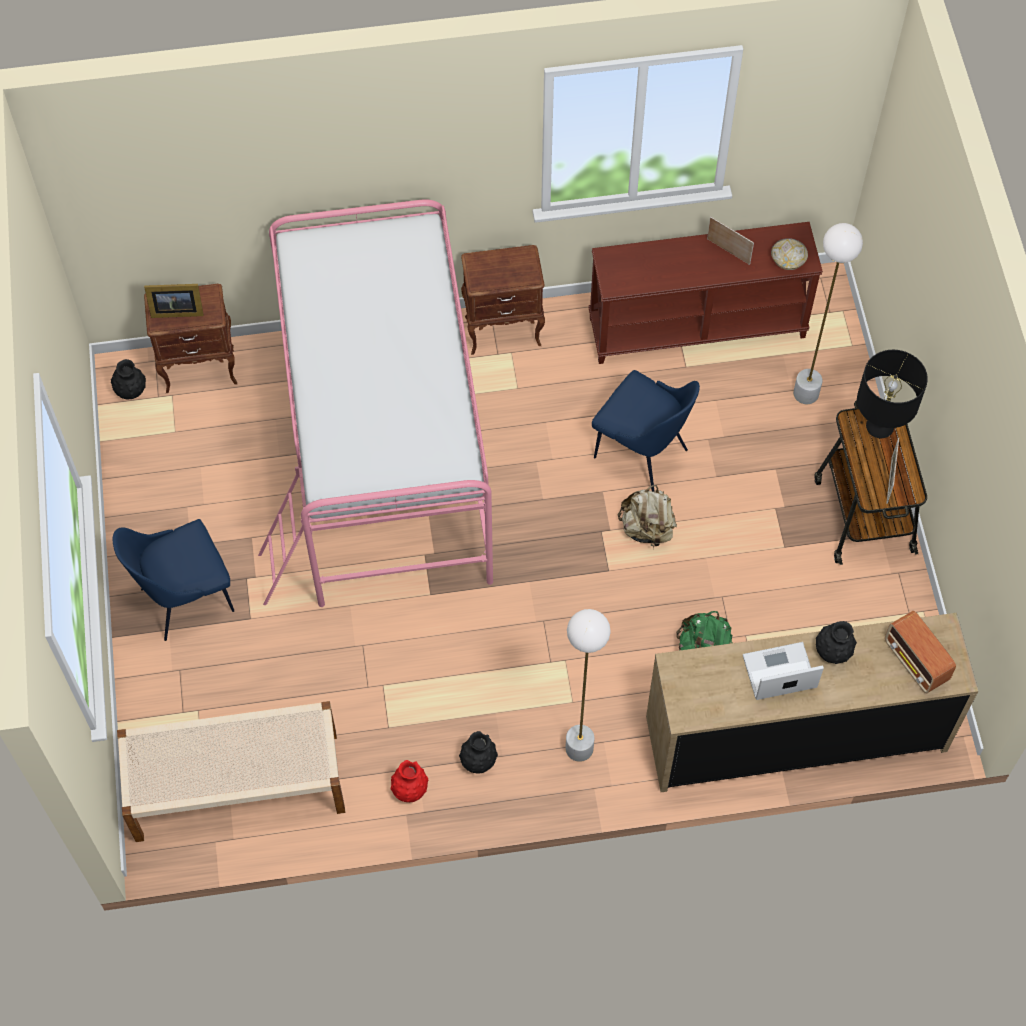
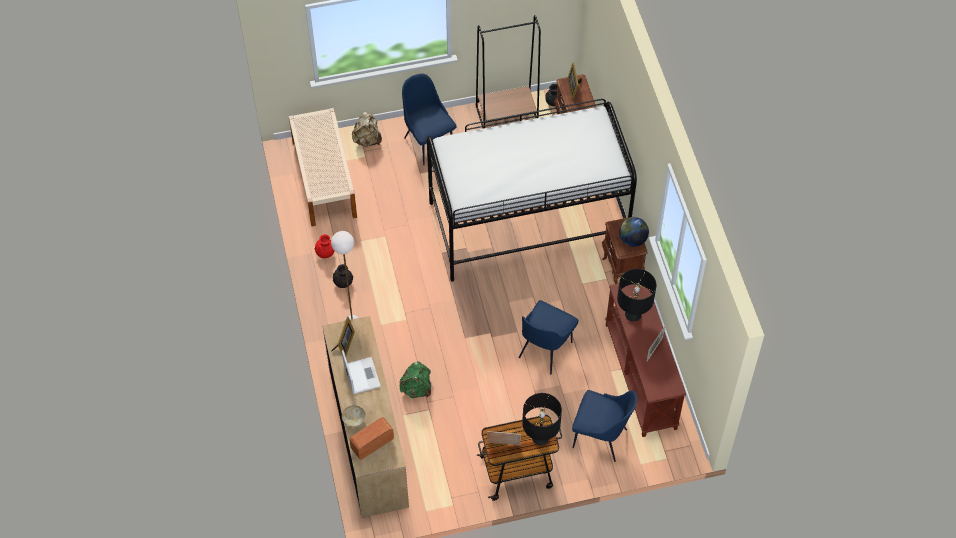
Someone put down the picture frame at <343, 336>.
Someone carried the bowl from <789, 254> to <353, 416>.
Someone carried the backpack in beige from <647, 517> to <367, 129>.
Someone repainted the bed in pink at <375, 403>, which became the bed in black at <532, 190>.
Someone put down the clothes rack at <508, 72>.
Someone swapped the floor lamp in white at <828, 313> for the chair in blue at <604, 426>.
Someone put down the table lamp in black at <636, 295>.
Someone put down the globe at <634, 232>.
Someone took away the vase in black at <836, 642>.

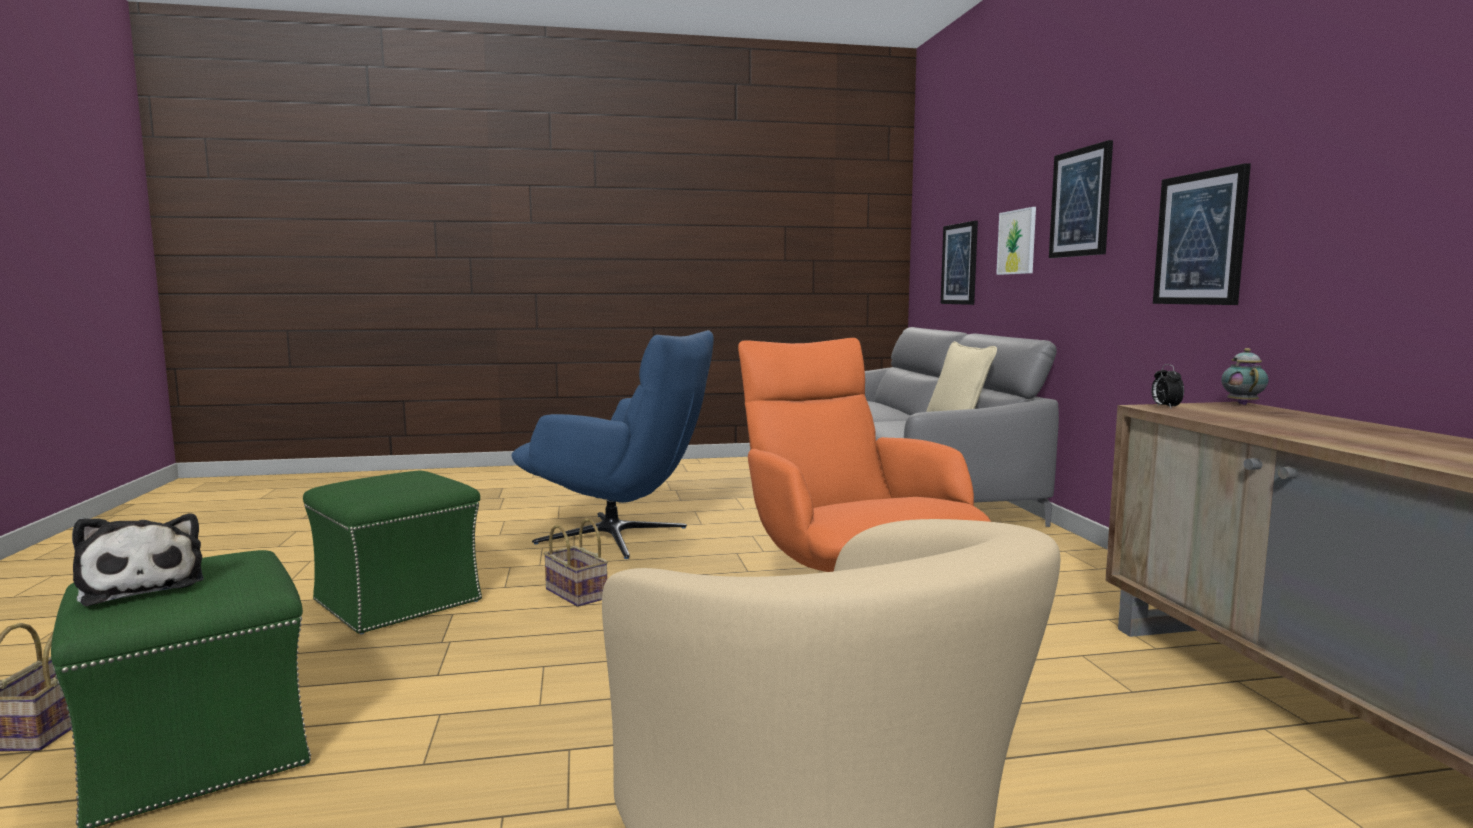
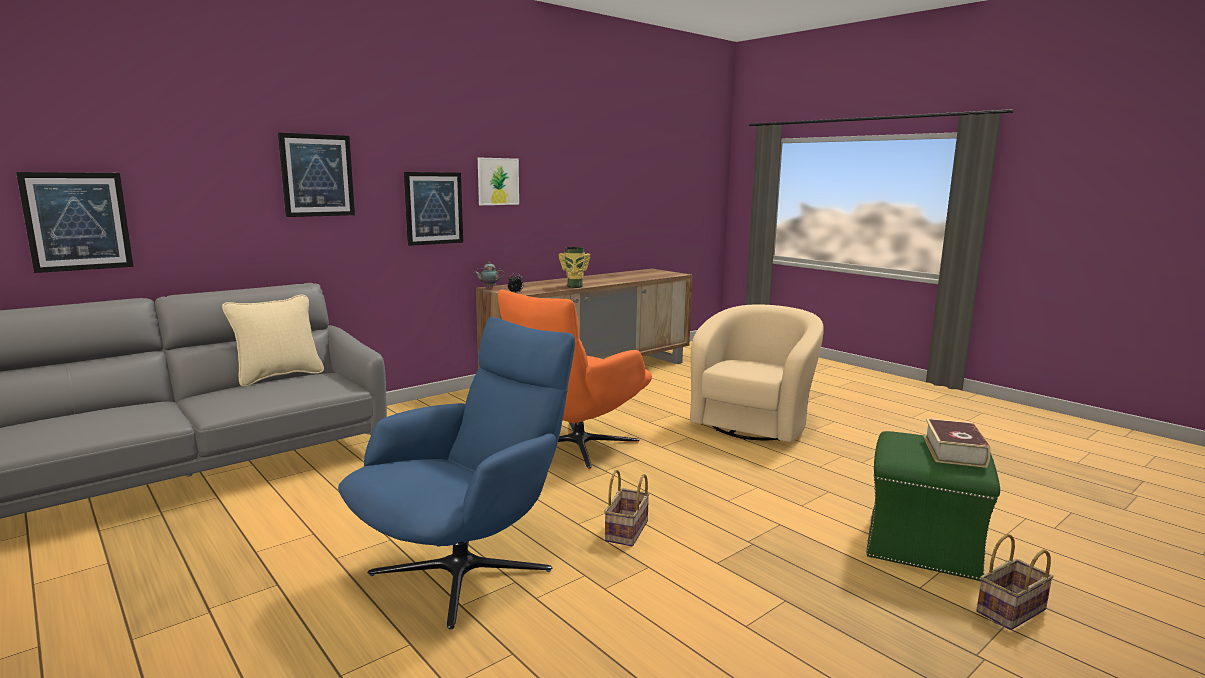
Someone rotated the armchair in blue at <613, 444> by 45 degrees clockwise.
Someone carried the picture from <1016, 241> to <498, 181>.
Someone put down the vase at <574, 267>.
Someone swapped the plush toy at <138, 559> for the book at <957, 443>.
Someone took away the ottoman in green at <392, 552>.

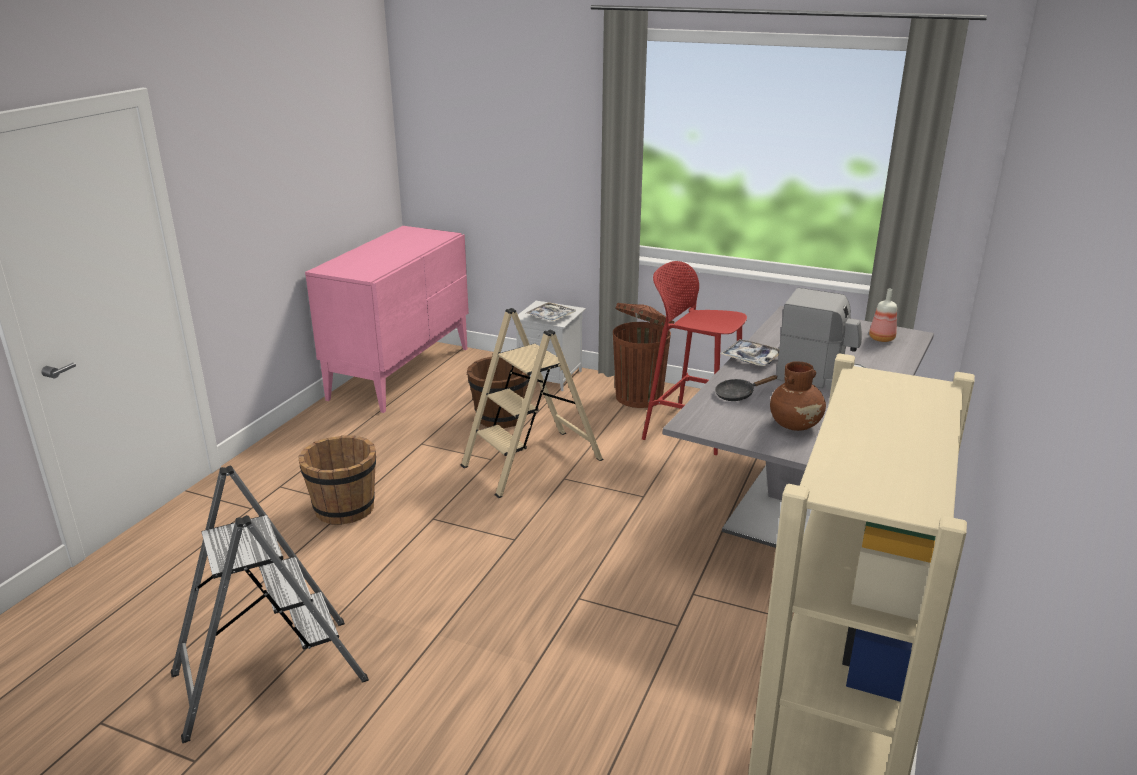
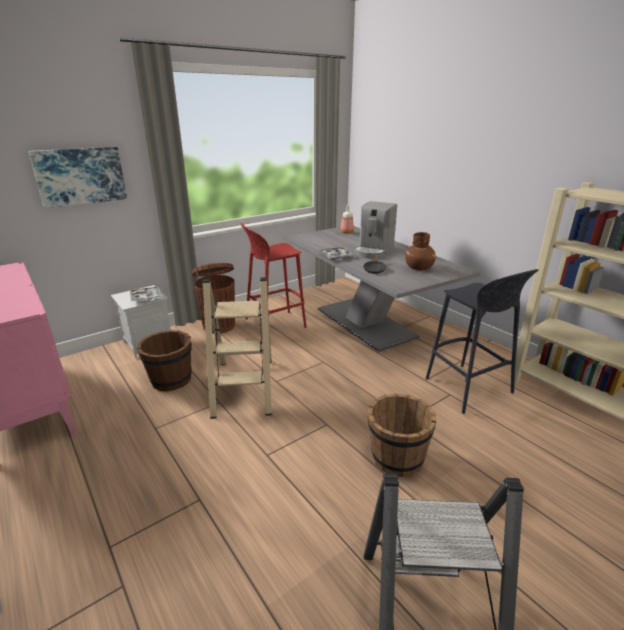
Someone put up the picture at <78, 177>.
Someone rotated the coffee machine at <821, 339> by 150 degrees clockwise.
Someone carried the bucket in brown from <337, 480> to <402, 435>.
Someone put down the stool in grey at <482, 341>.

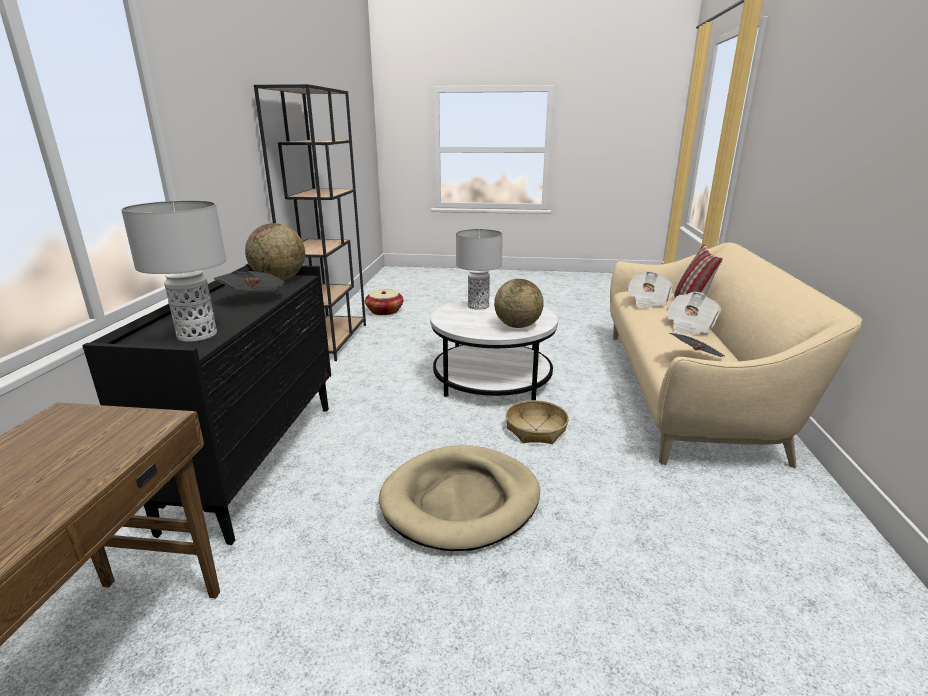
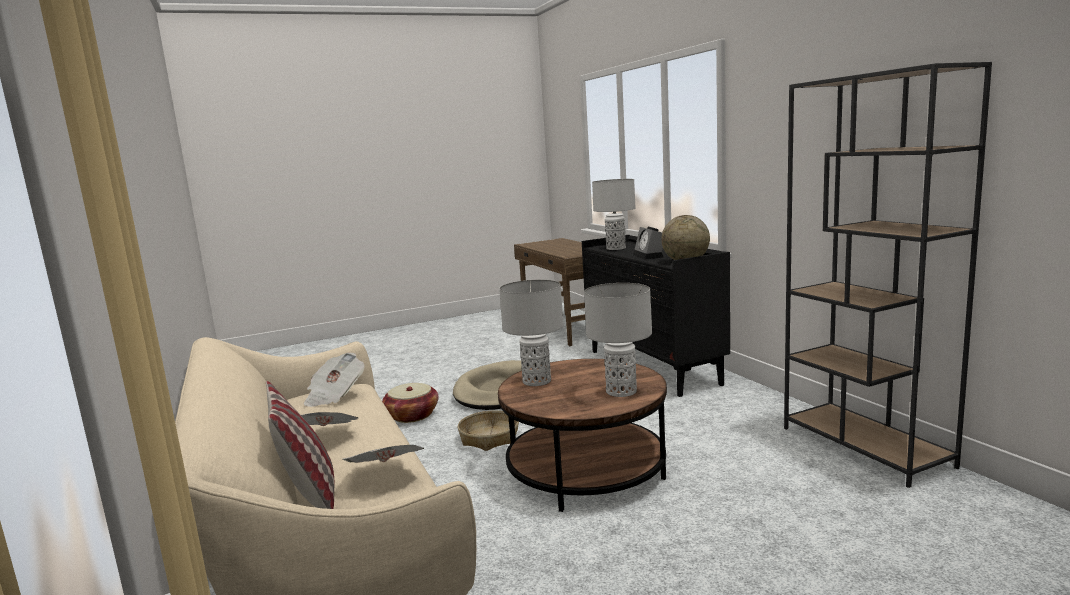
Someone carried the basket from <384, 302> to <410, 403>.
Someone repainted the coffee table in white at <494, 348>, which became the coffee table in brown at <582, 435>.
Someone swapped the globe at <519, 303> for the table lamp in white at <531, 333>.
Someone swapped the newspaper at <249, 281> for the alarm clock at <648, 243>.

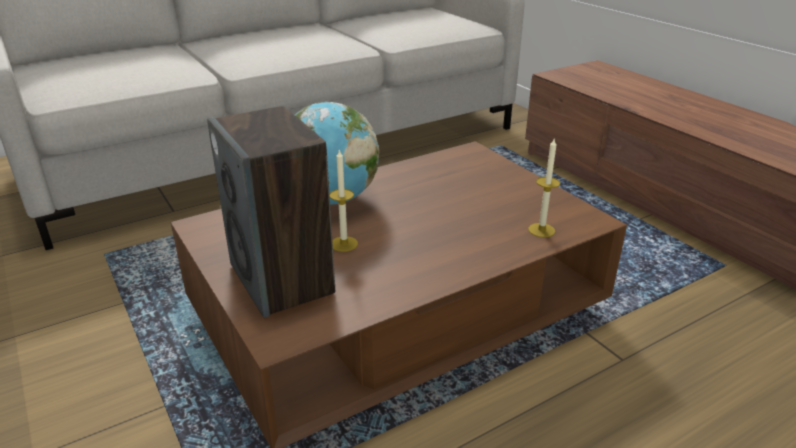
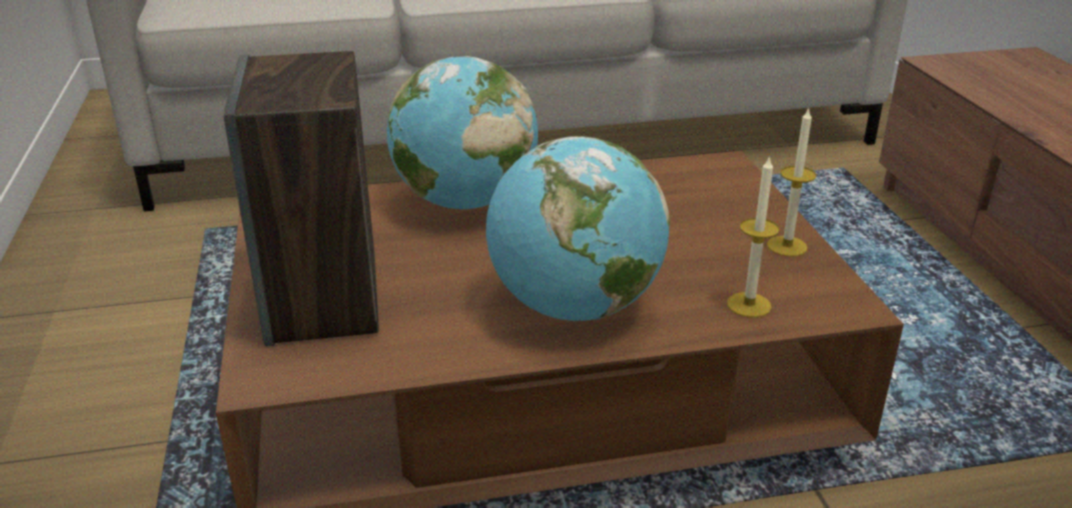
Someone put down the globe at <578, 228>.
Someone carried the candle from <344, 200> to <791, 182>.

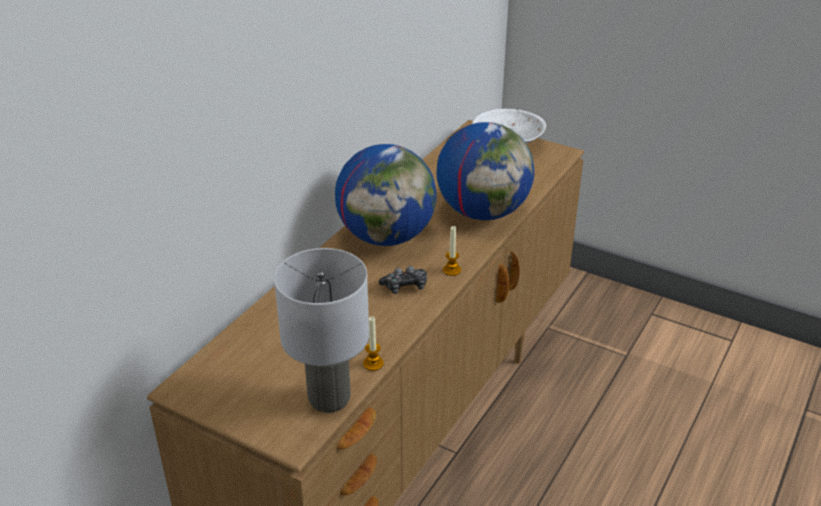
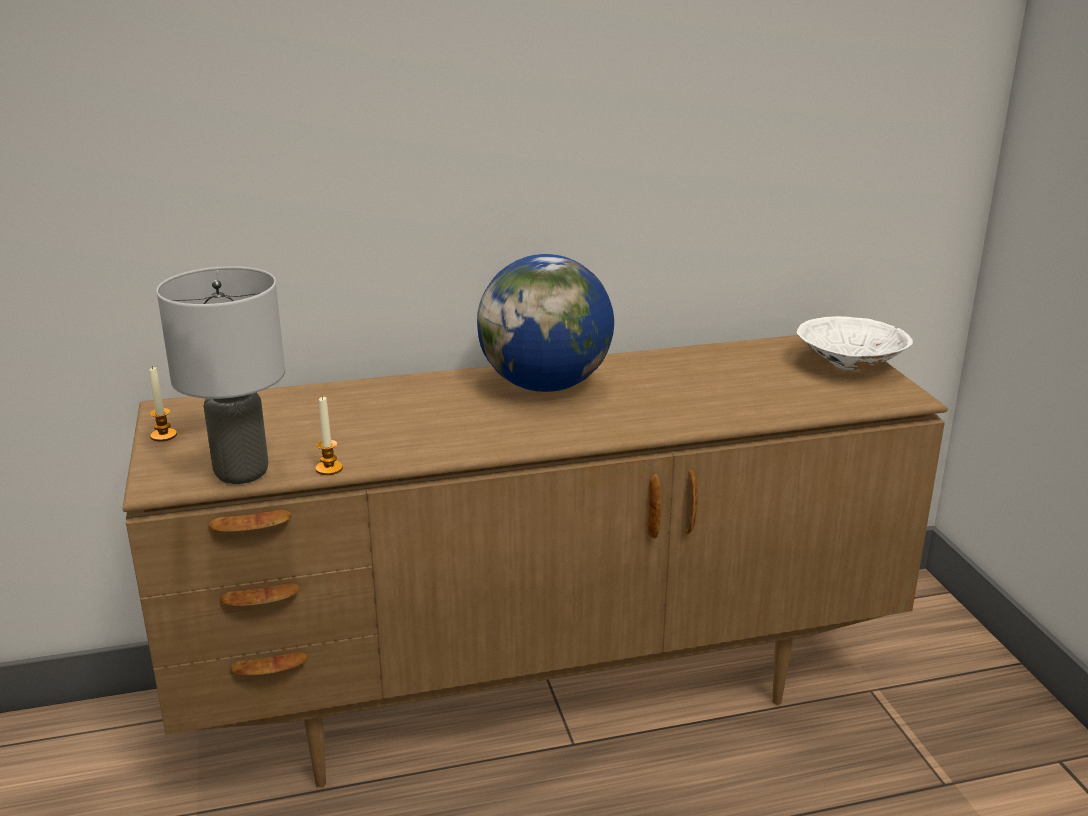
Someone carried the candle from <452, 251> to <163, 404>.
Someone took away the game controller at <403, 280>.
Someone took away the globe at <485, 171>.

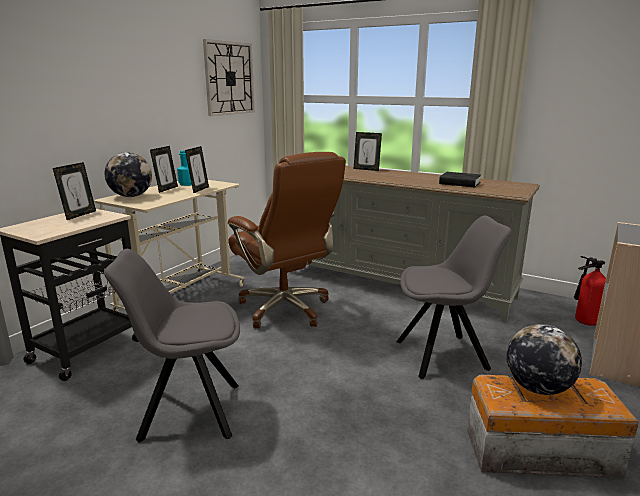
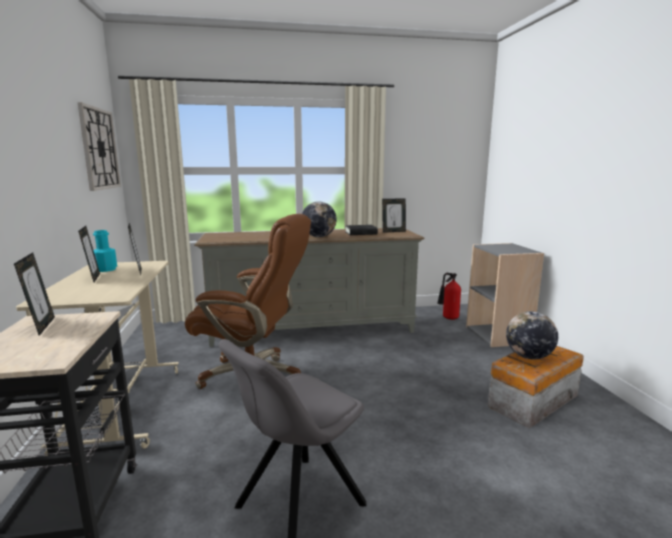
Someone carried the globe from <128, 174> to <319, 219>.
Someone carried the picture frame from <368, 151> to <394, 215>.
Someone took away the chair in grey at <454, 297>.

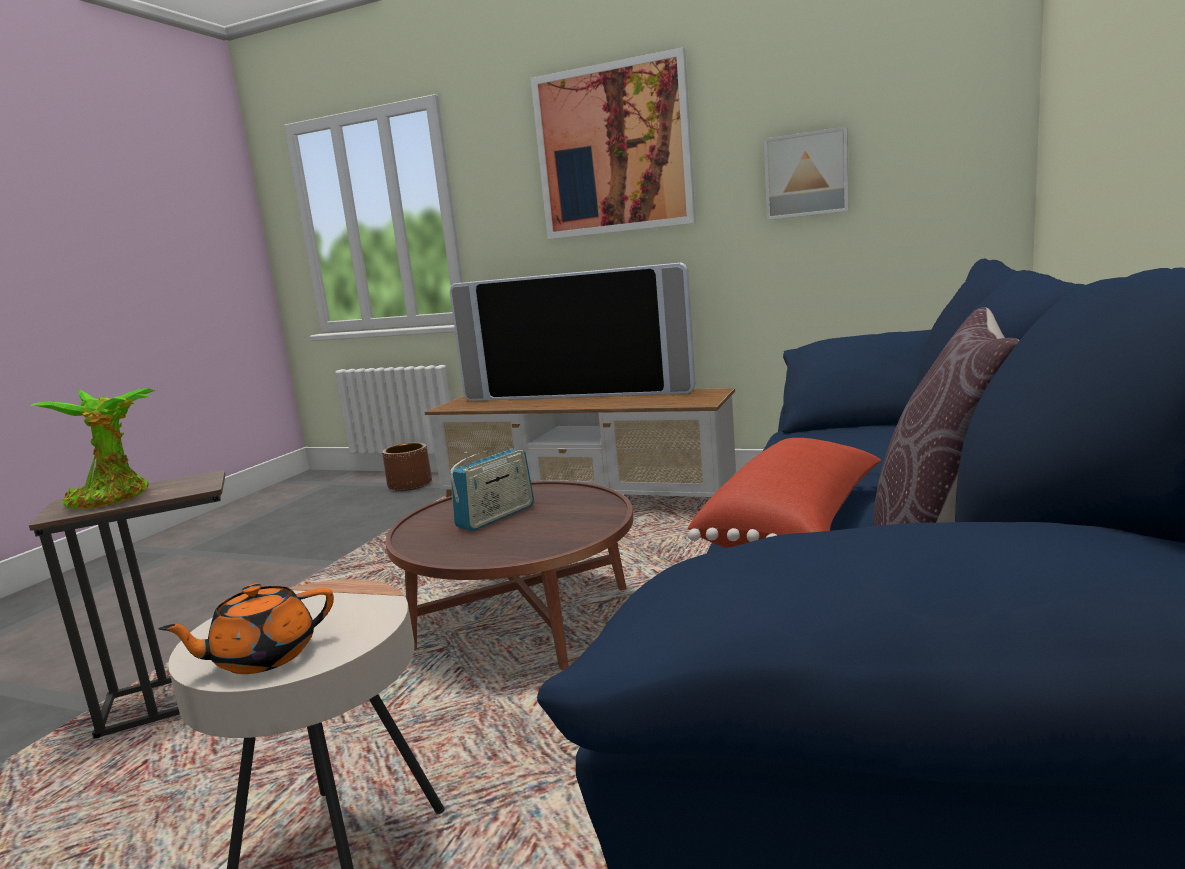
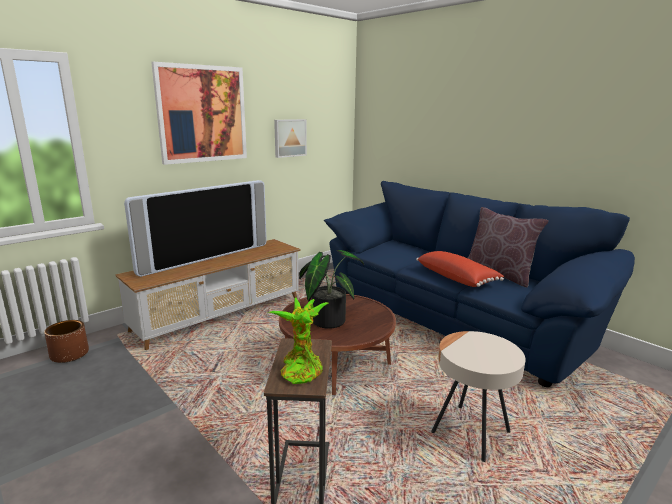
Someone swapped the radio at <492, 489> for the potted plant at <331, 289>.
Someone took away the teapot in orange at <246, 629>.

